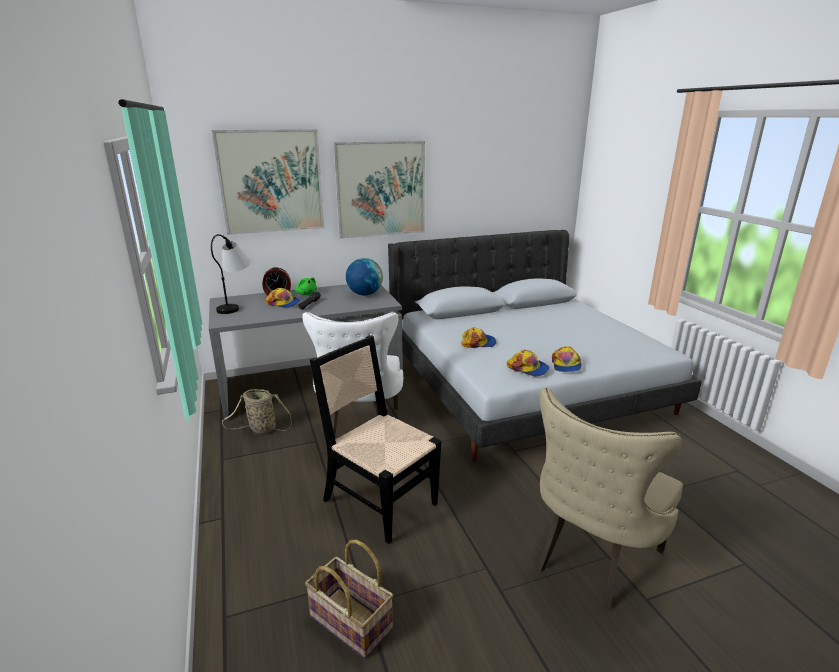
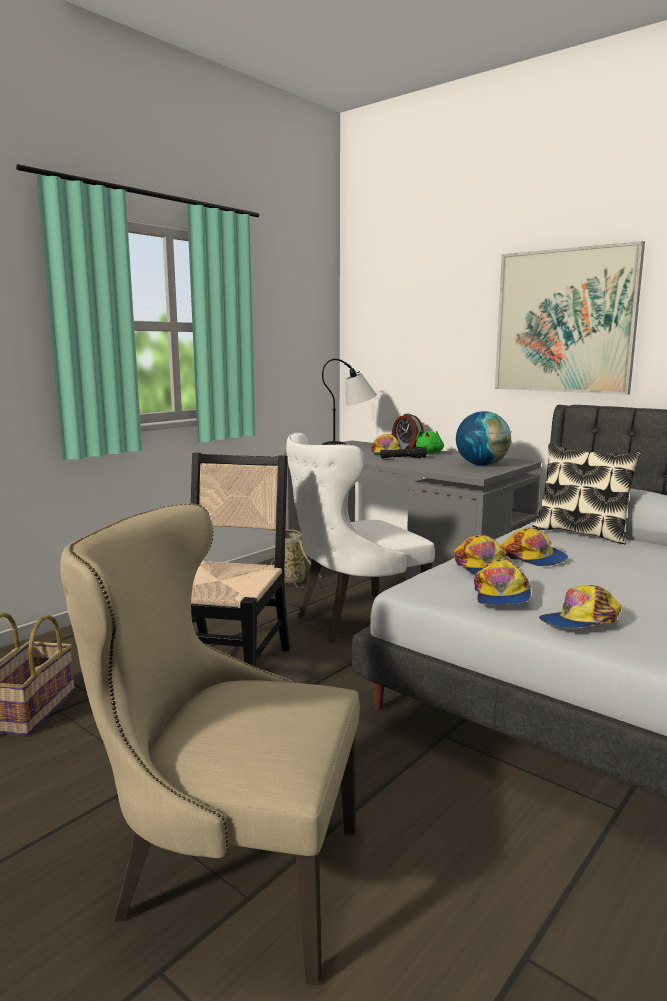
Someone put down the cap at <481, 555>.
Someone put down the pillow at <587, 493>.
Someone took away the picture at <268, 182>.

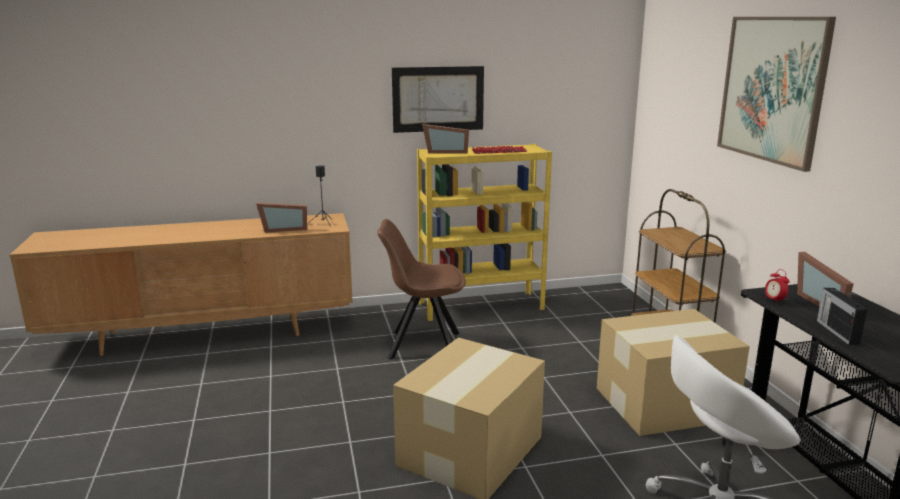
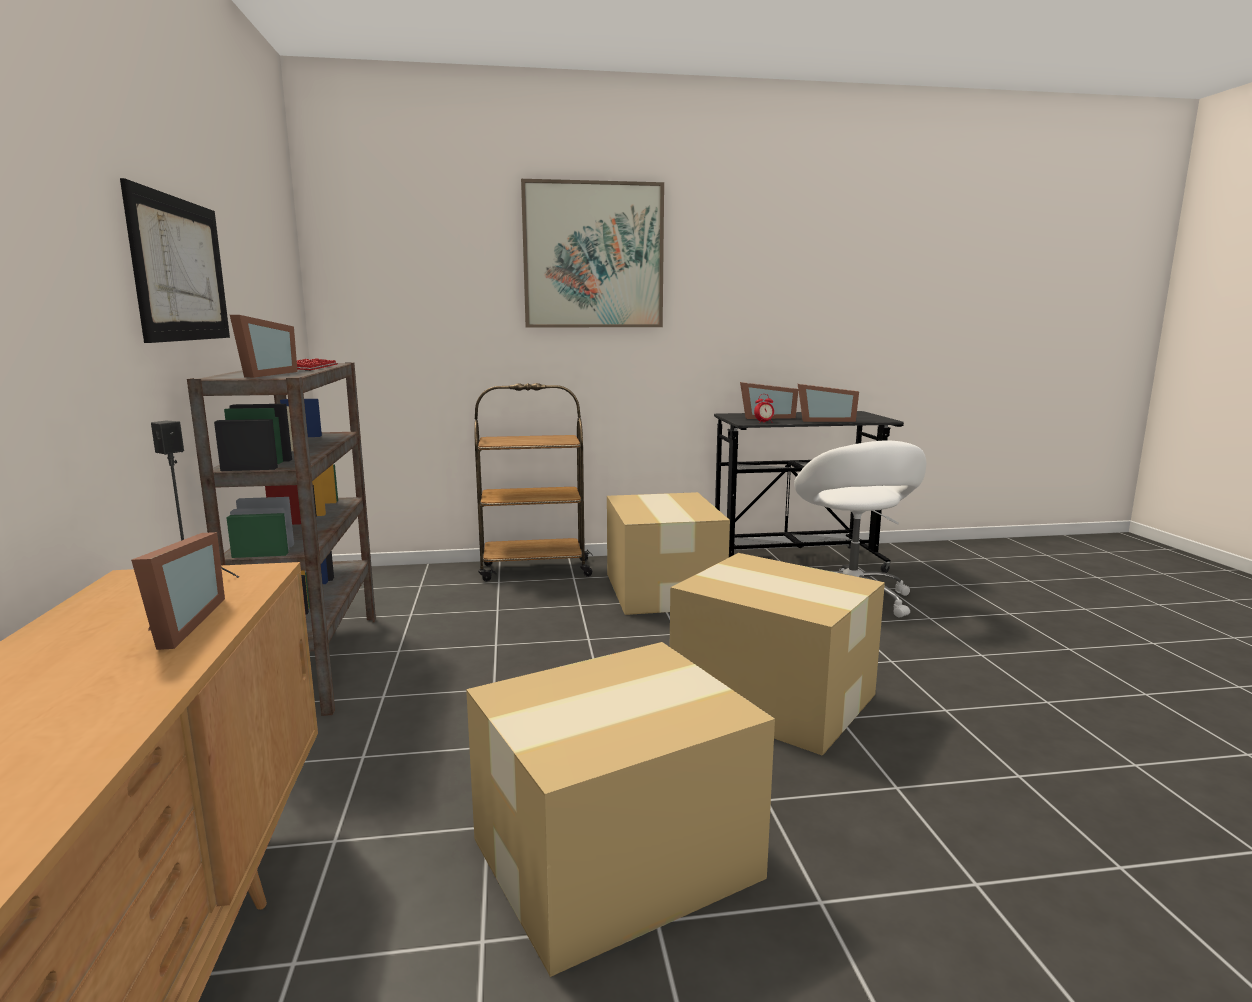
Someone repainted the bookcase in yellow at <484, 232>, which became the bookcase in grey at <281, 539>.
Someone put down the cardboard box at <620, 809>.
Someone swapped the radio at <842, 316> for the picture frame at <828, 403>.
Someone took away the chair in brown at <421, 289>.

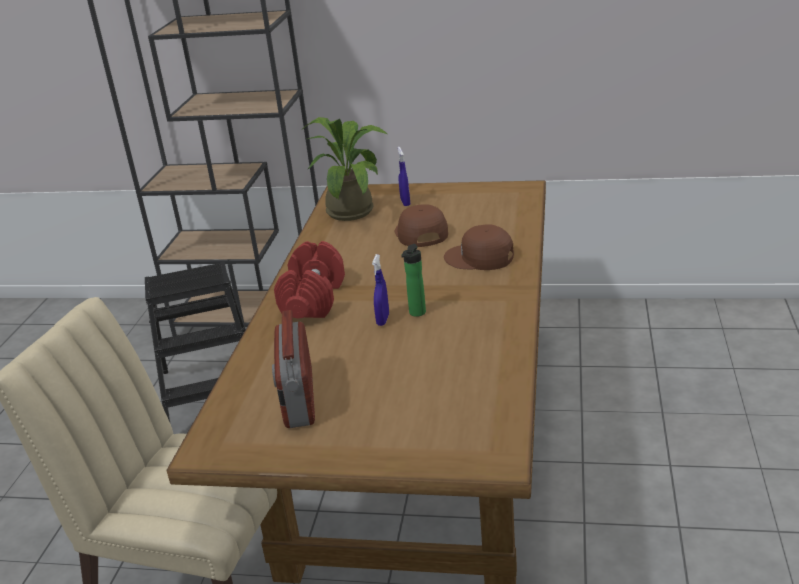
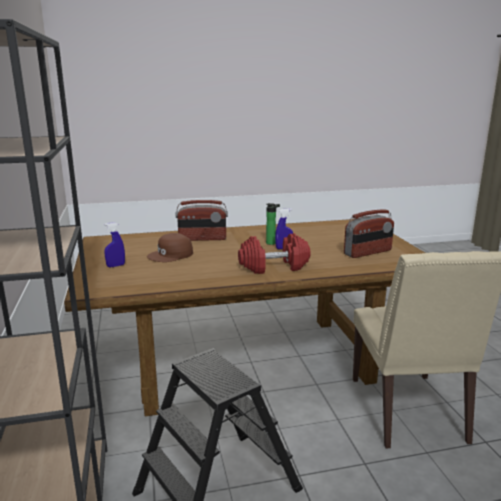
Someone swapped the cap in brown at <479, 247> for the radio at <202, 220>.
Someone took away the potted plant at <345, 169>.

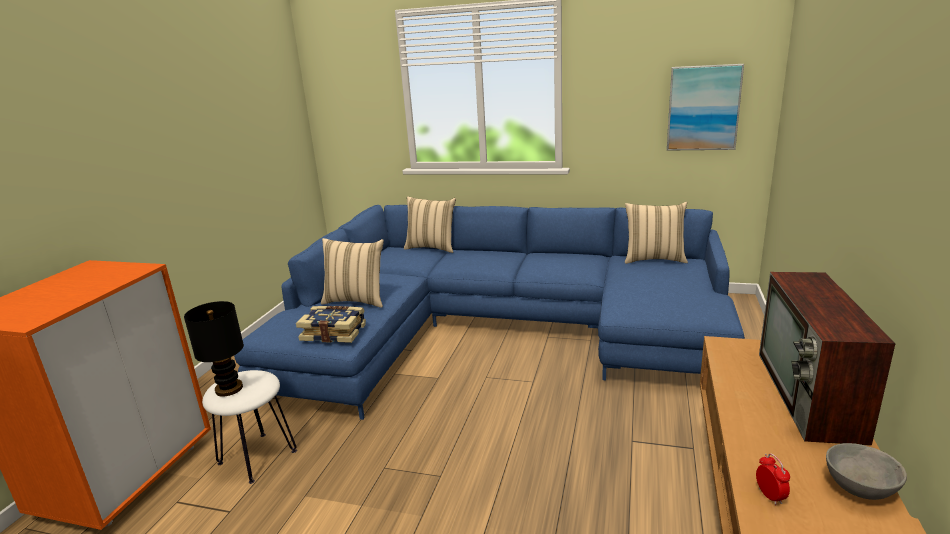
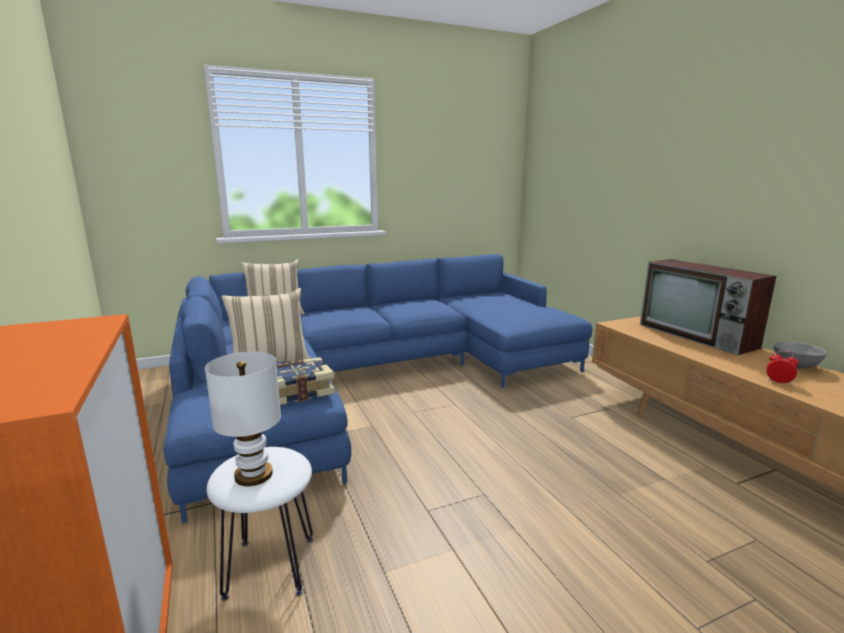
Someone repainted the table lamp in black at <214, 349>, which became the table lamp in white at <243, 419>.
Someone took away the pillow in beige at <656, 233>.
Someone took away the picture at <705, 107>.

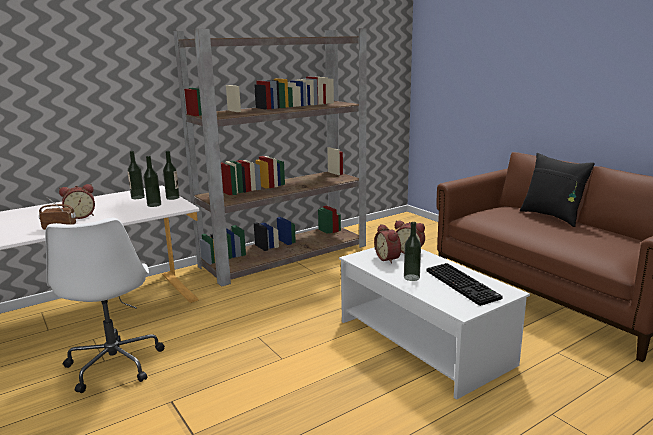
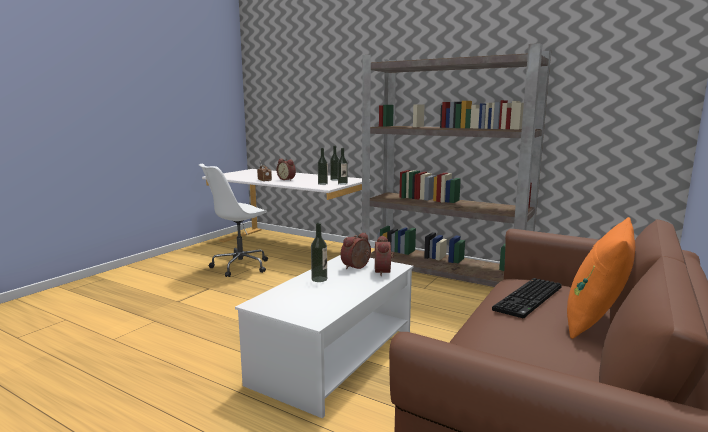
Someone carried the keyboard from <464, 284> to <527, 298>.
Someone repainted the pillow in black at <557, 190>, which became the pillow in orange at <601, 278>.

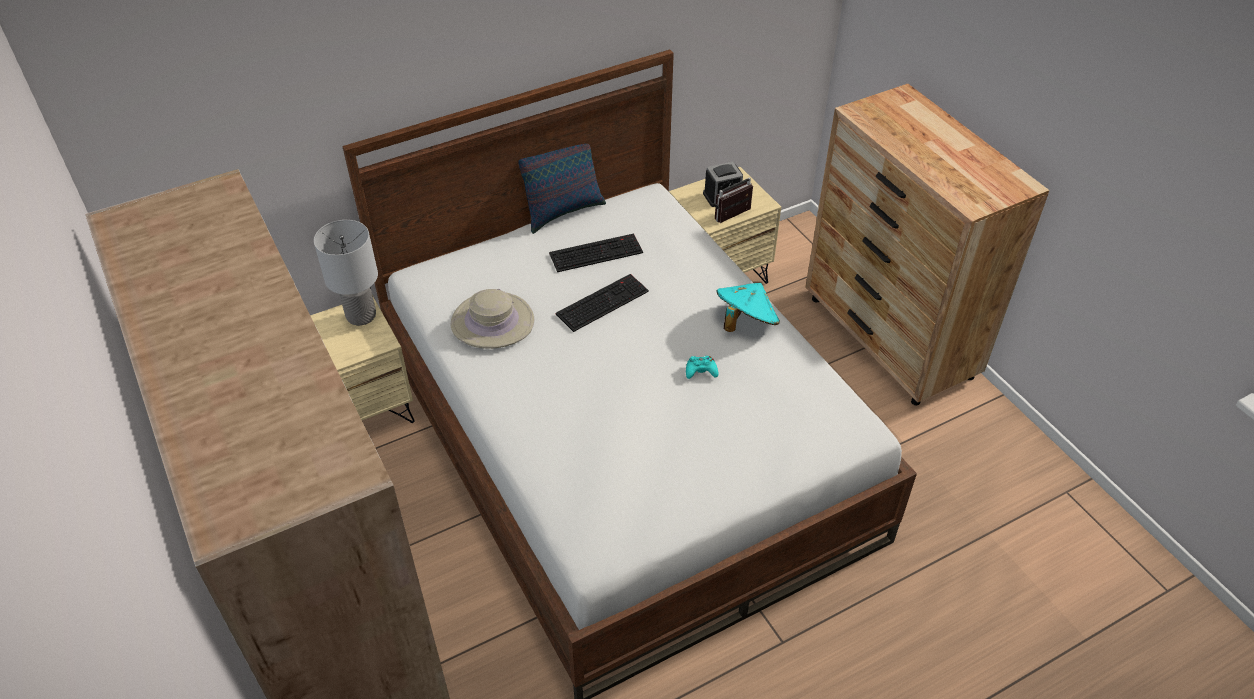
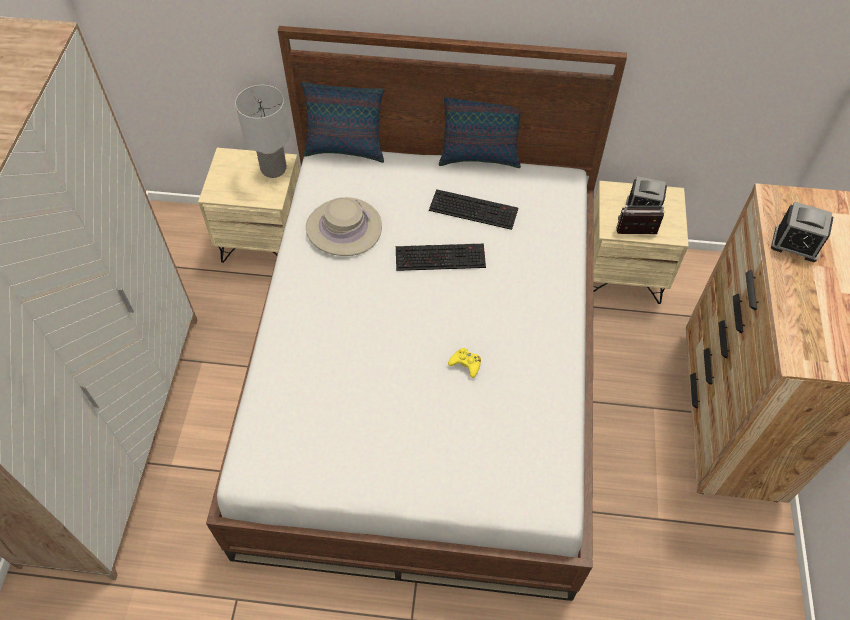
Someone put down the pillow in blue at <342, 122>.
Someone repainted the game controller in turquoise at <702, 367>, which became the game controller in yellow at <464, 363>.
Someone put down the alarm clock at <802, 232>.
Someone took away the hat in turquoise at <748, 307>.

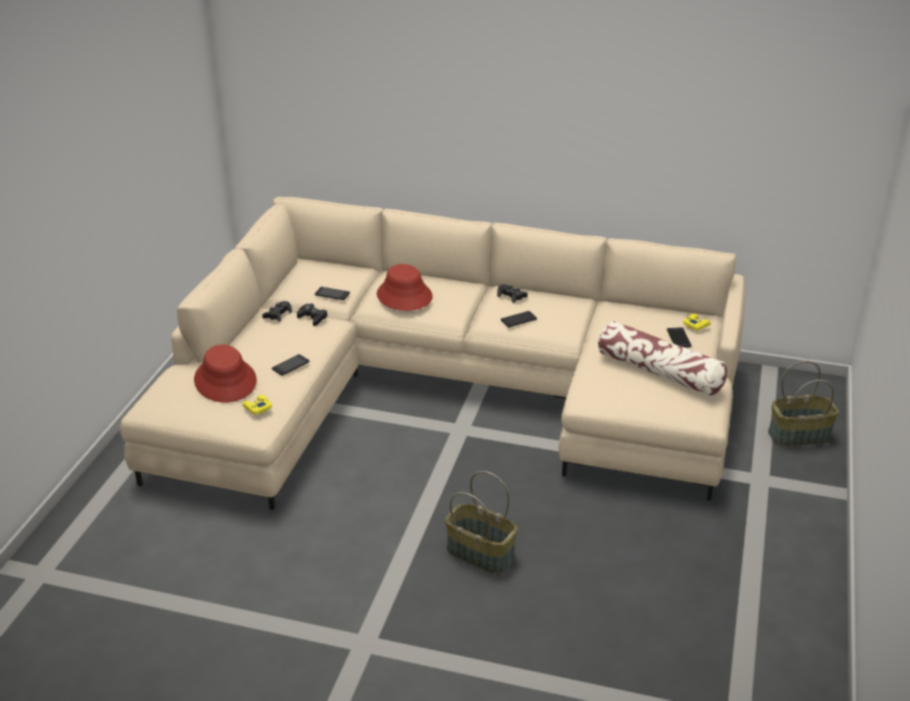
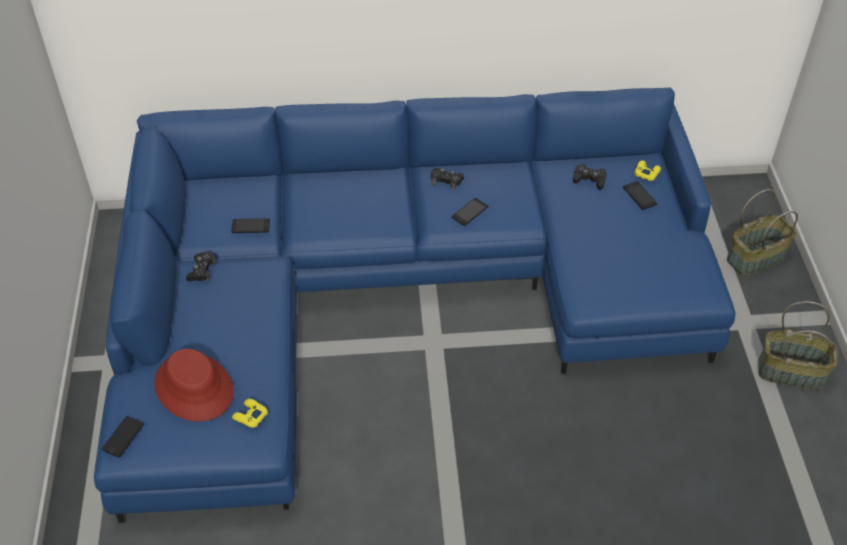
Someone repainted the sofa in beige at <432, 353>, which became the sofa in blue at <414, 305>.
Someone carried the phone from <291, 365> to <123, 436>.
Someone carried the game controller in black from <312, 314> to <590, 177>.
Someone carried the basket from <481, 522> to <797, 345>.
Someone took away the hat in red at <405, 287>.
Someone took away the pillow at <662, 358>.

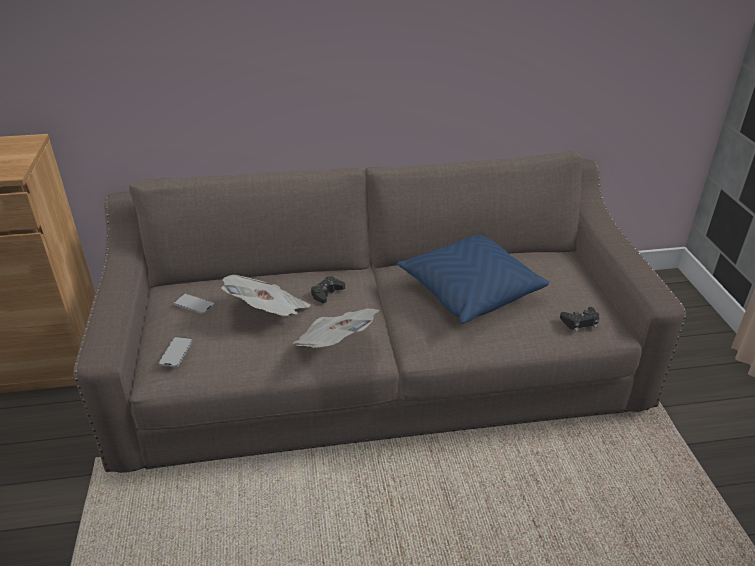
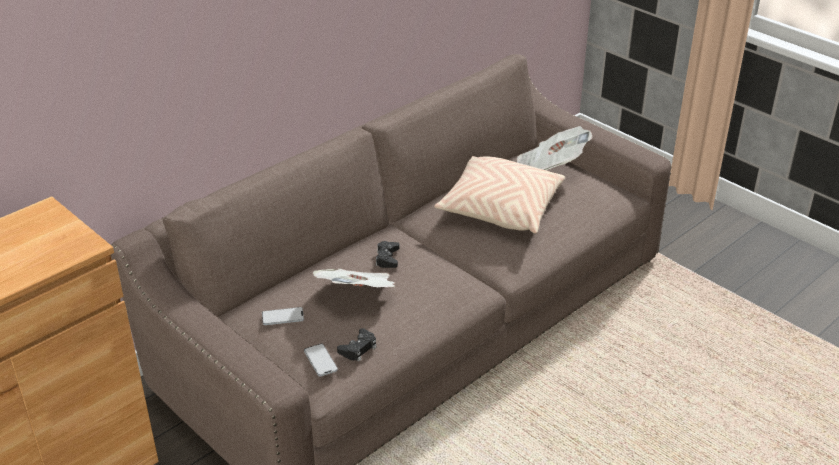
Someone carried the game controller in black from <579, 319> to <357, 344>.
Someone repainted the pillow in blue at <473, 279>, which became the pillow in beige at <499, 195>.
Someone carried the newspaper from <335, 328> to <554, 148>.

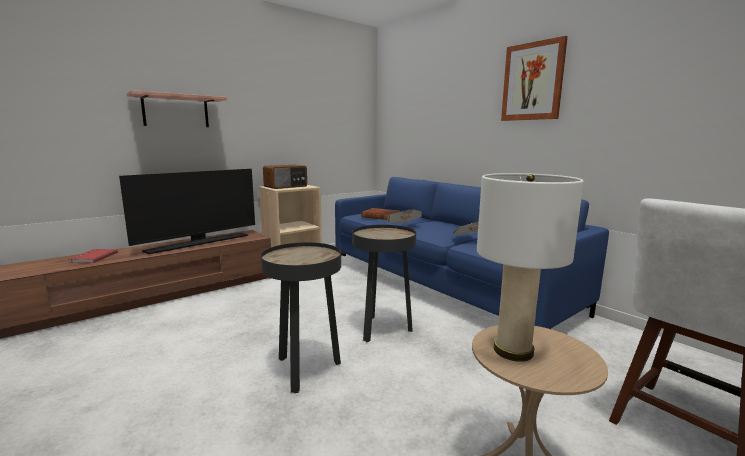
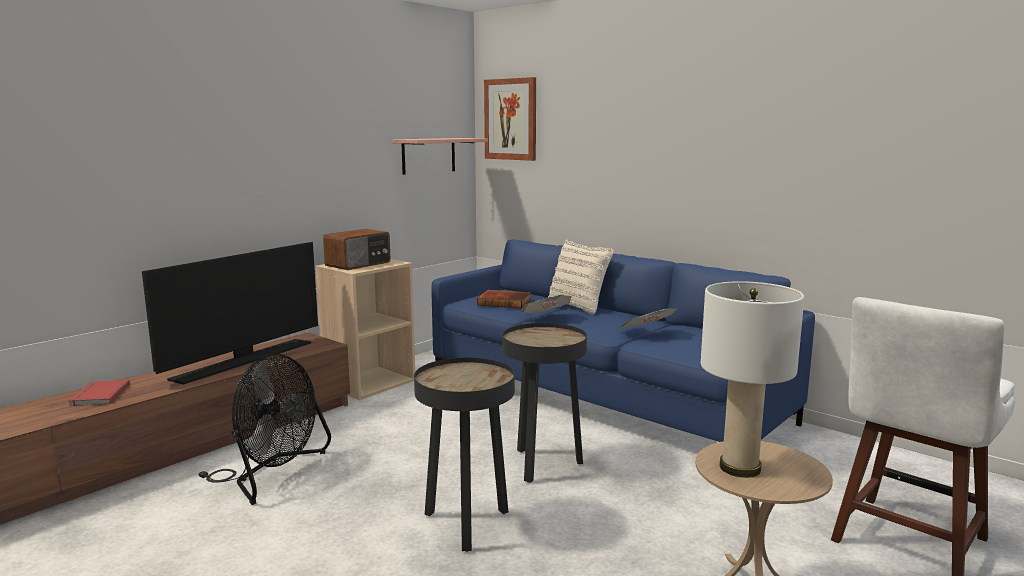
Someone put down the fan in black at <264, 429>.
Someone carried the shelf from <177, 108> to <439, 156>.
Someone carried the picture from <534, 78> to <510, 119>.
Someone put down the pillow in beige at <581, 277>.

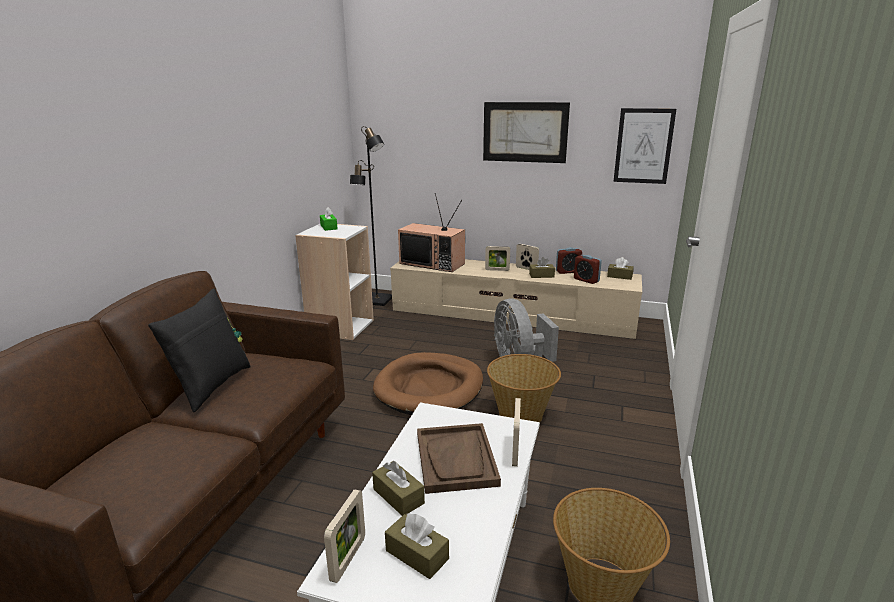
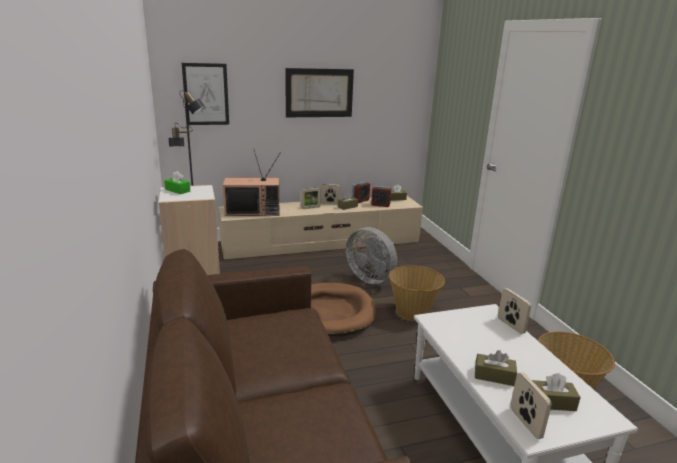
Someone carried the picture from <645, 146> to <205, 94>.
Someone took away the pillow in black at <199, 350>.
Someone took away the tray in brown at <459, 458>.

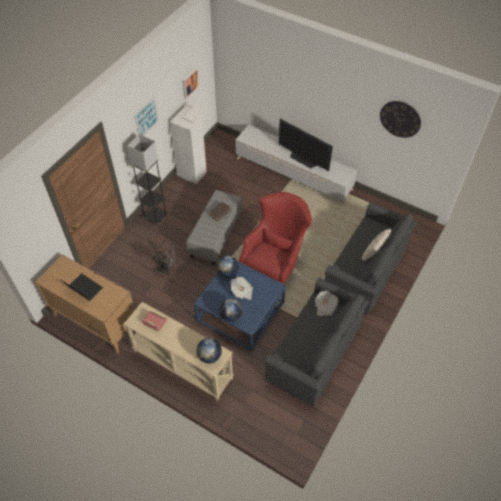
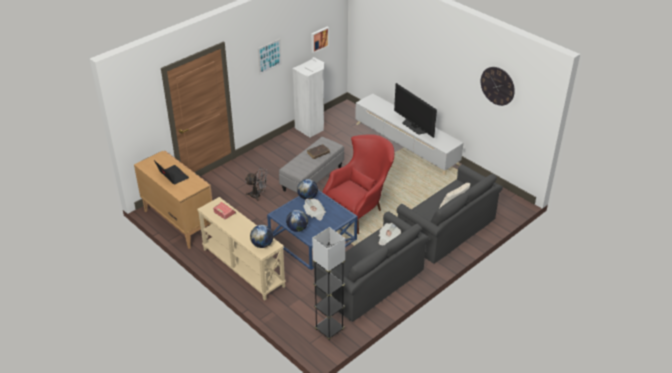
Someone carried the floor lamp in grey from <147, 180> to <328, 283>.

